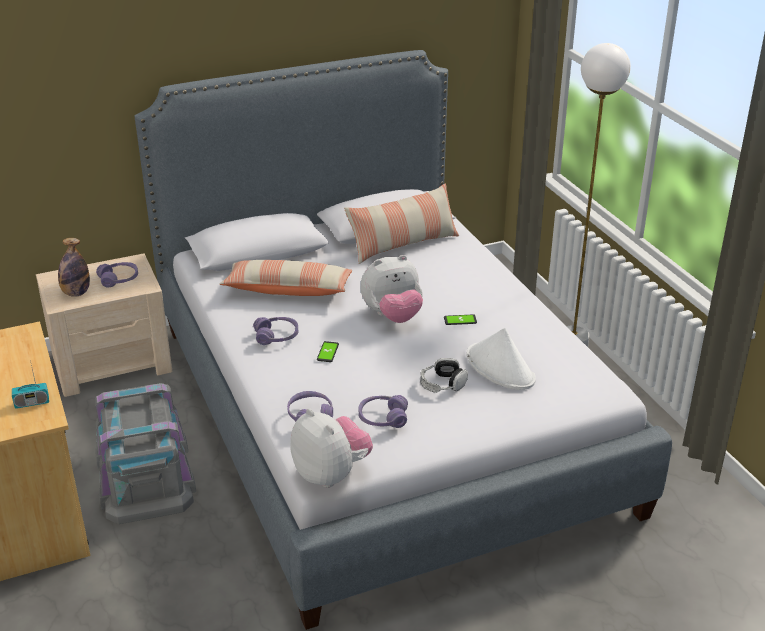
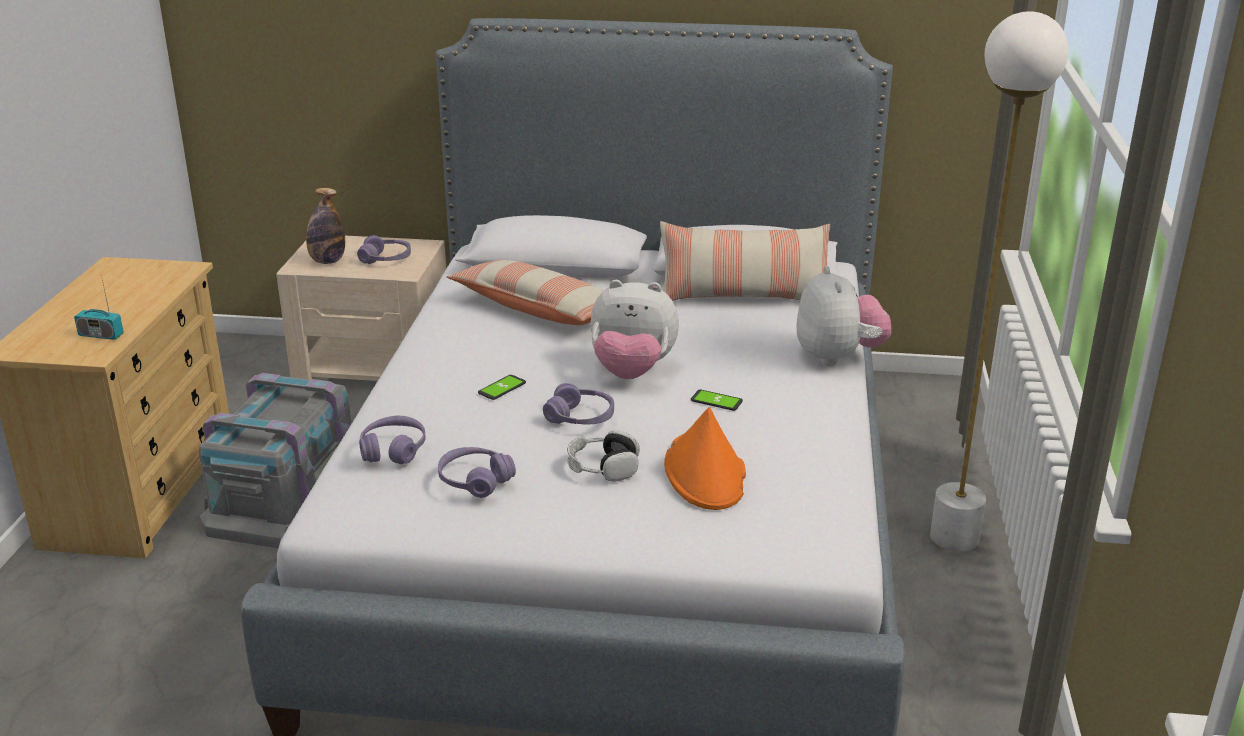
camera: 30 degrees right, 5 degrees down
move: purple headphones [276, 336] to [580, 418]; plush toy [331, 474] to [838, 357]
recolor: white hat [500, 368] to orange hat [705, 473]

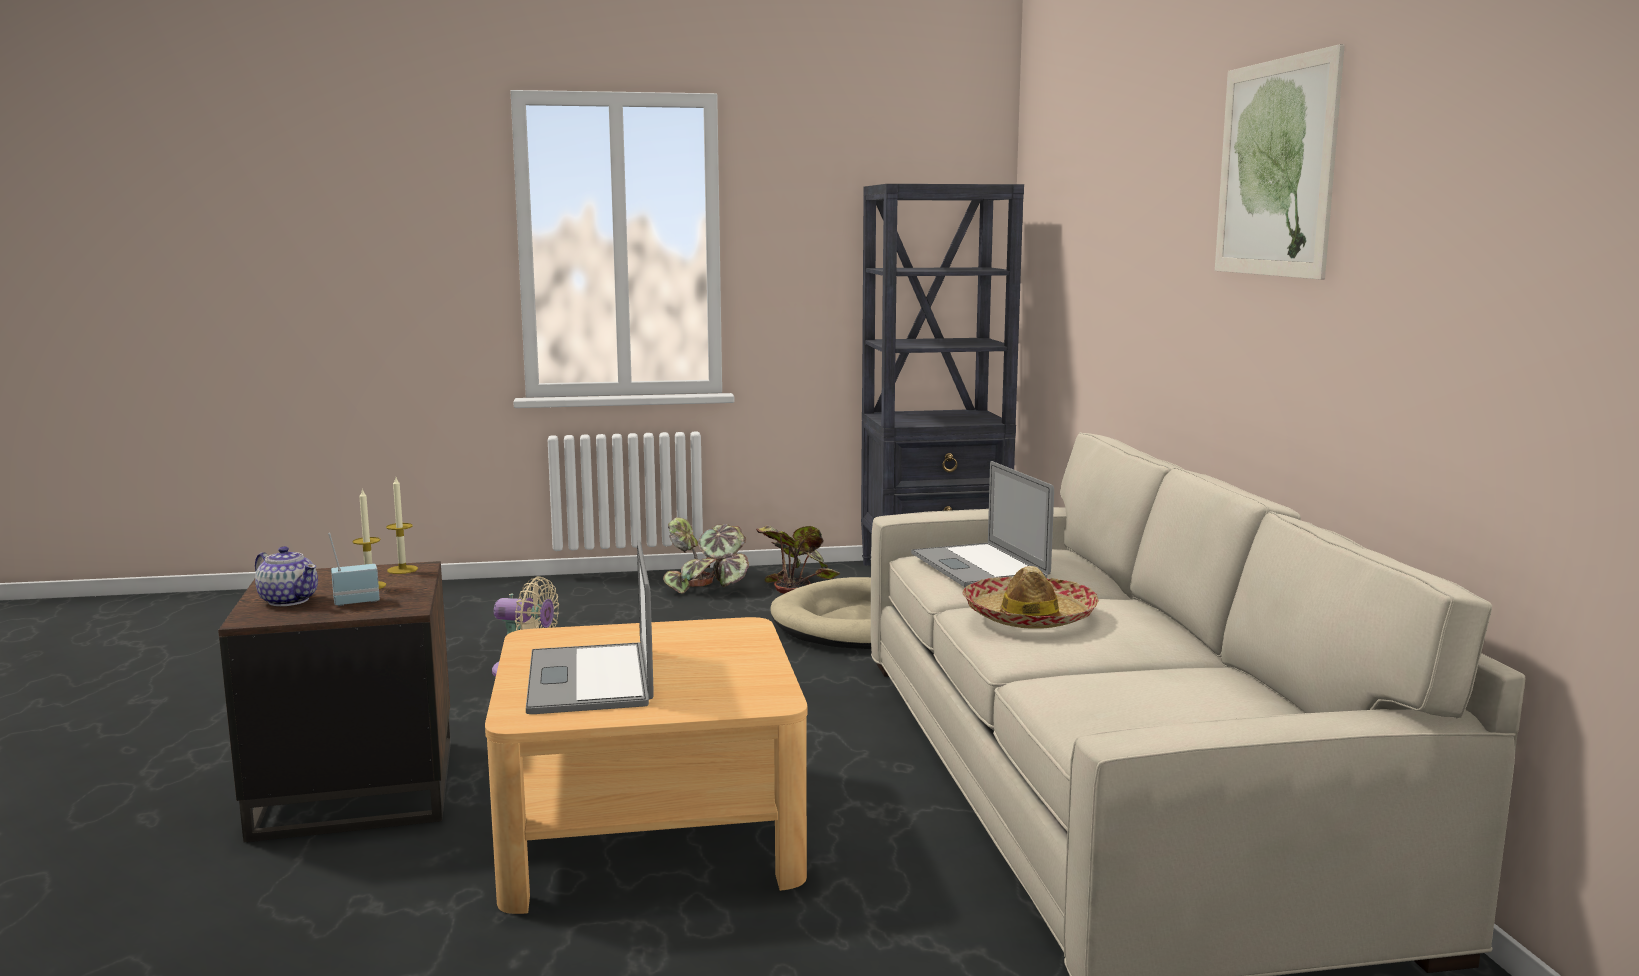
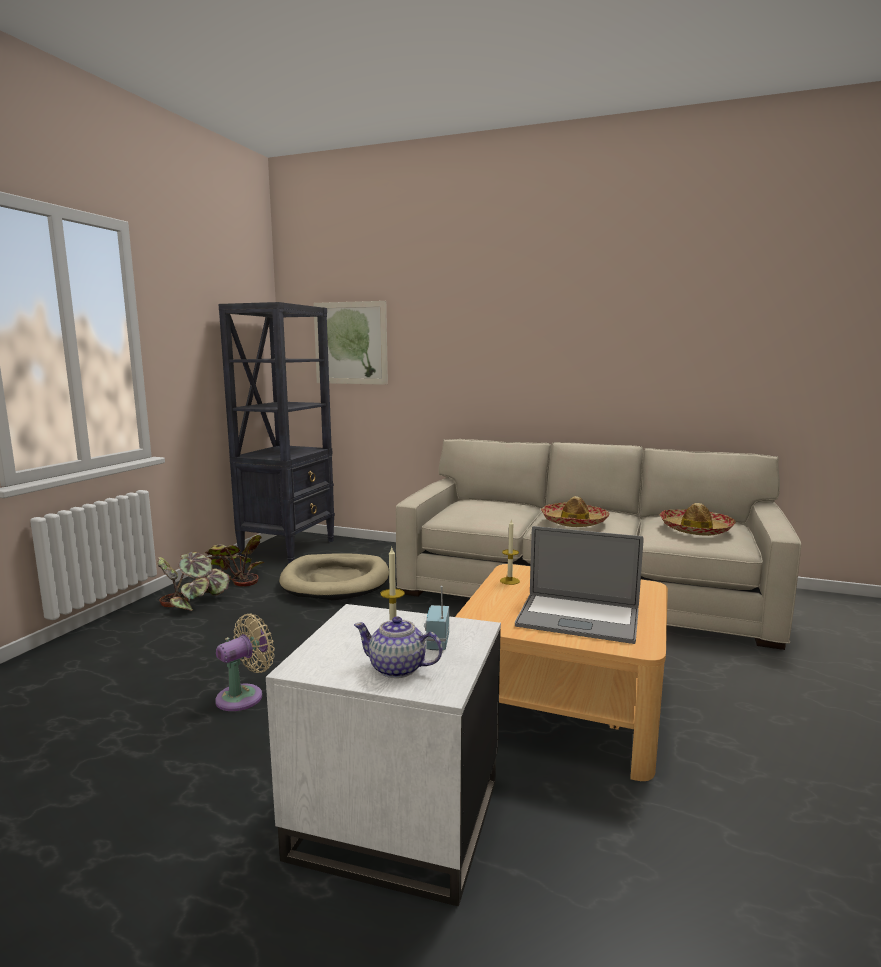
camera: 60 degrees left, 0 degrees up
delete: laptop [978, 566]
insert: hat [695, 529]
move: picture [1275, 168] to [350, 343]; candle [402, 570] to [509, 581]
recolor: brown side table [353, 788] to white side table [395, 820]
rotate: teapot [288, 600] = [398, 669] 135 degrees counterclockwise

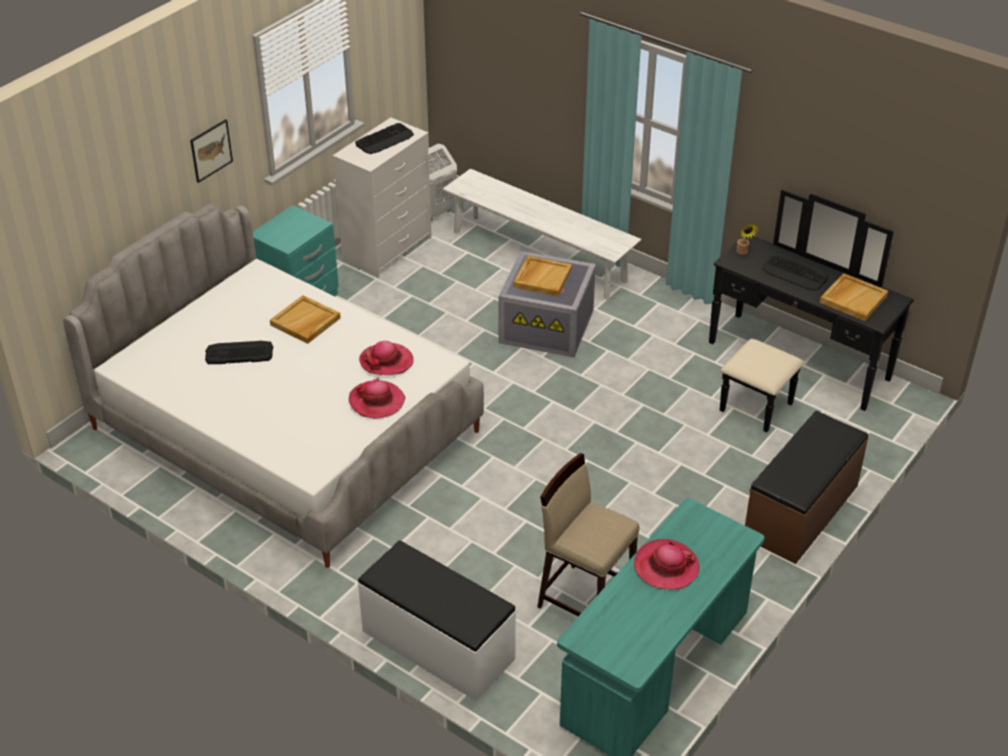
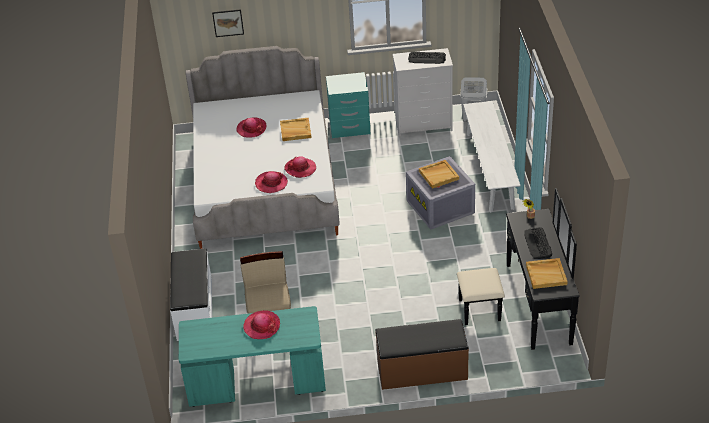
camera: 50 degrees right, 0 degrees up
move: picture [211, 150] to [228, 23]
replace: keyboard [239, 353] to hat [251, 129]

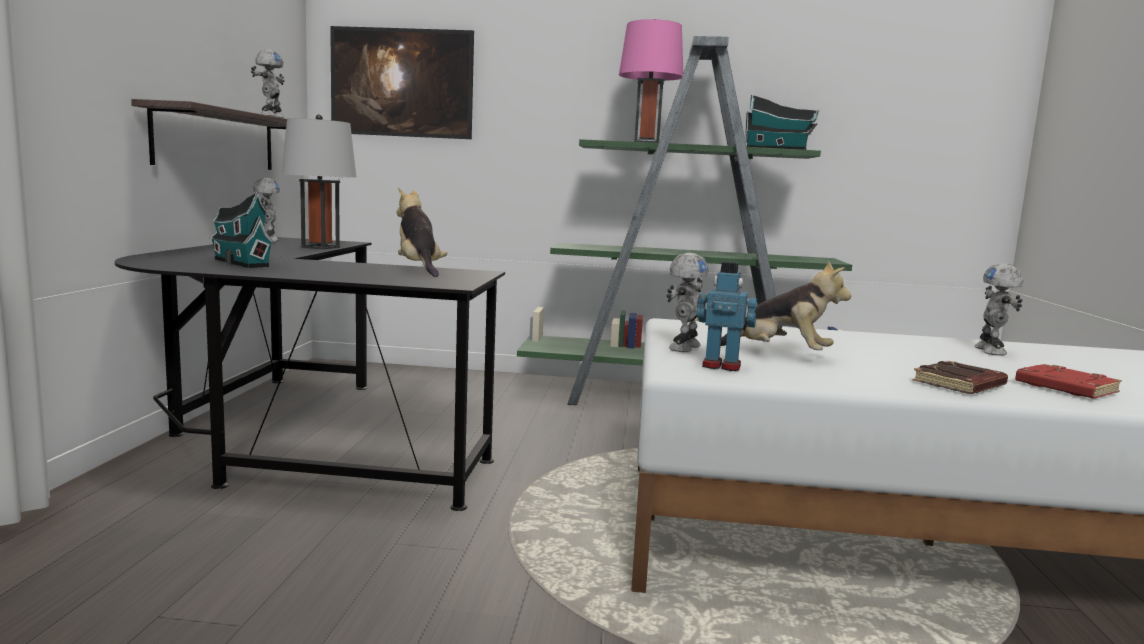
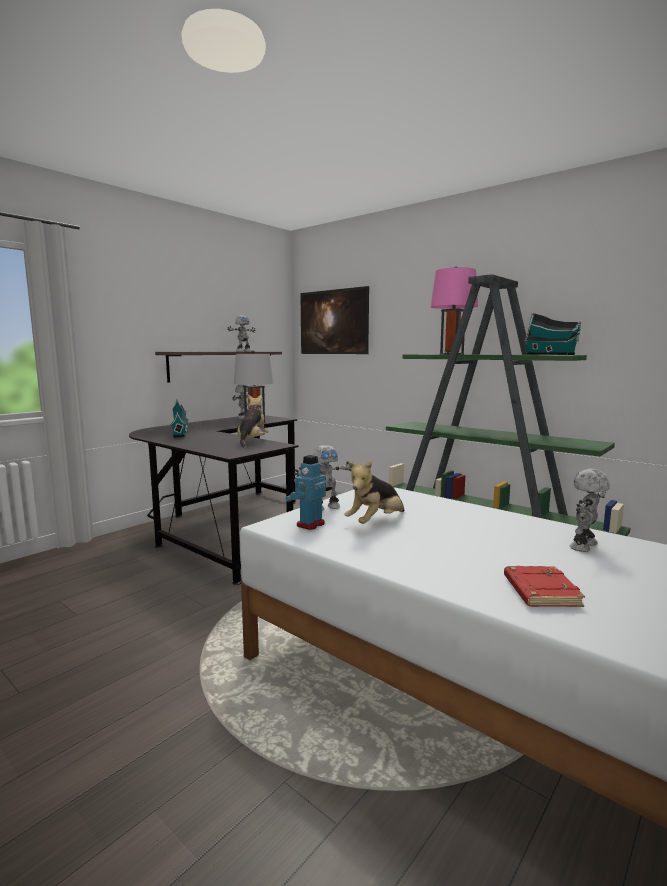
camera: 35 degrees right, 0 degrees up
delete: brown book [960, 385]
rotate: toy robot [721, 365] = [310, 524] 105 degrees counterclockwise; plush toy [780, 355] = [375, 522] 75 degrees clockwise

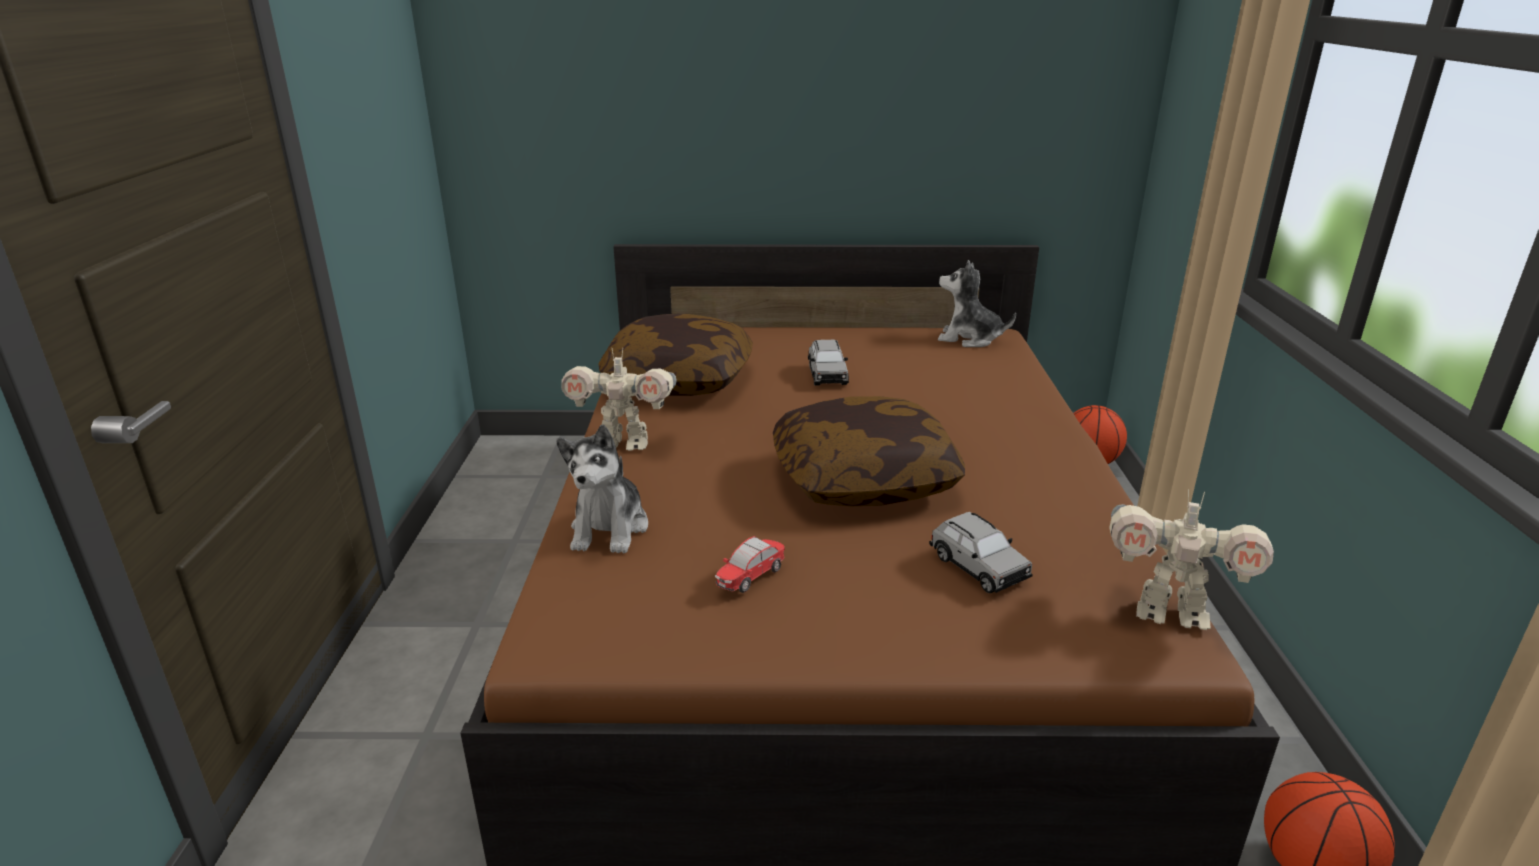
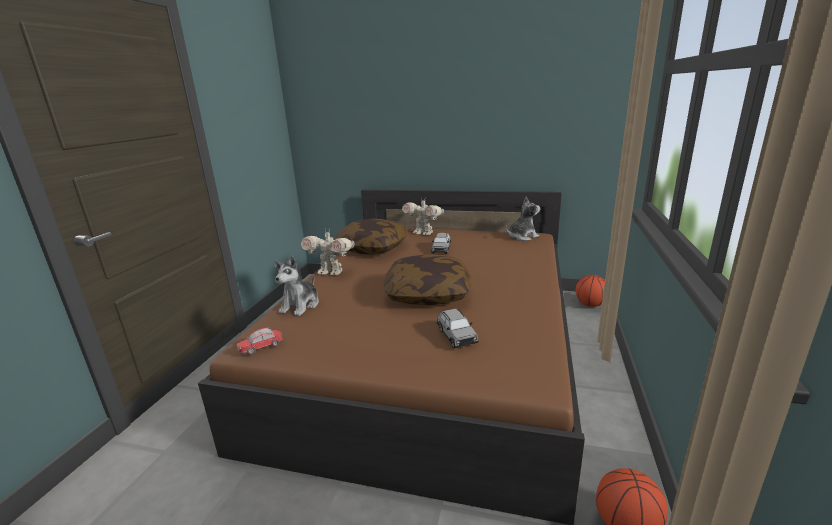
camera: 15 degrees right, 5 degrees down
move: toy car [751, 577] to [262, 348]; toy robot [1170, 612] to [423, 233]
rotate: plush toy [969, 339] = [522, 237] 120 degrees clockwise

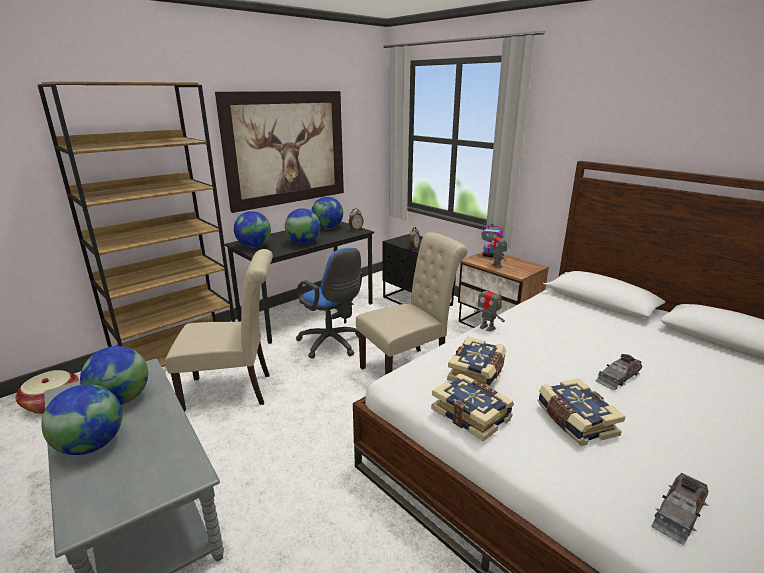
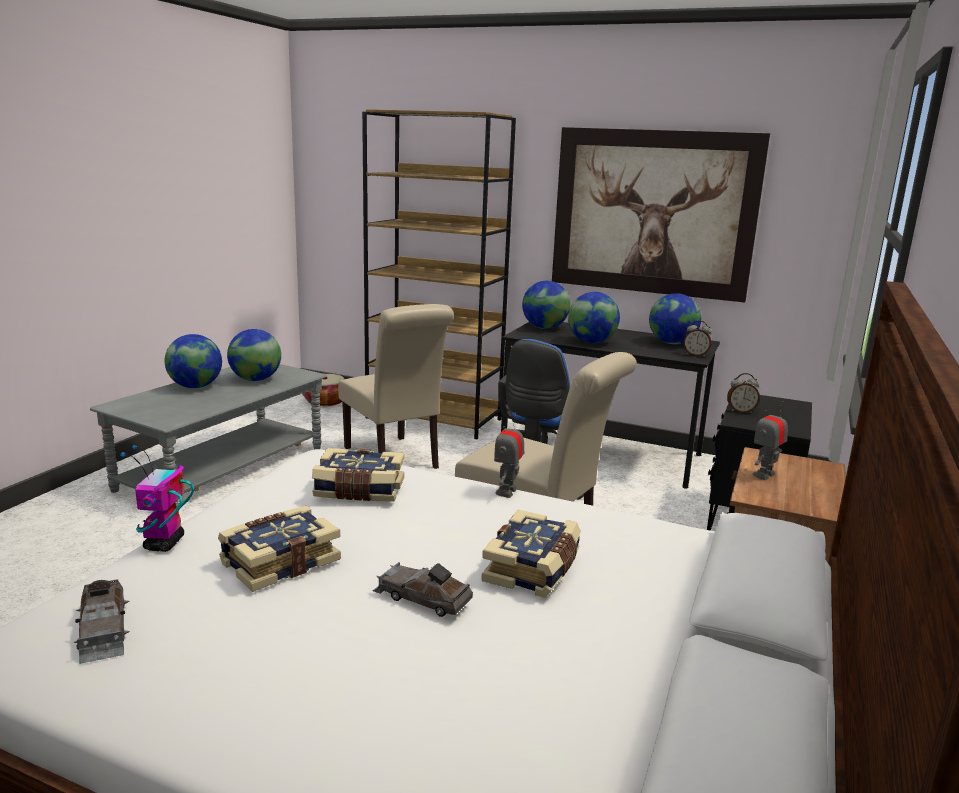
camera: 65 degrees right, 5 degrees down
move: toy robot [489, 256] to [164, 544]; book [471, 414] to [534, 569]
rotate: grey toy car [679, 512] = [103, 629] 135 degrees counterclockwise

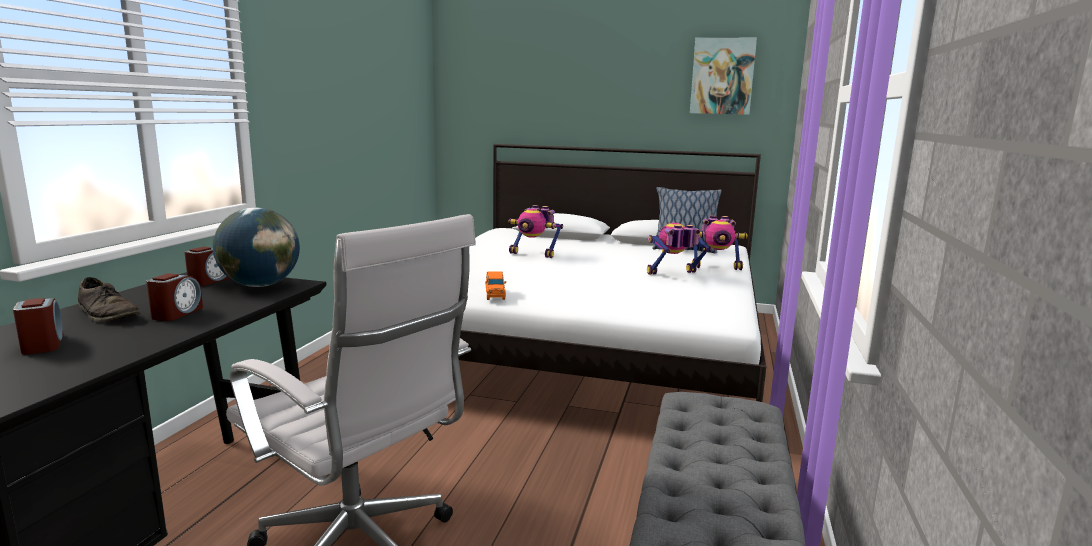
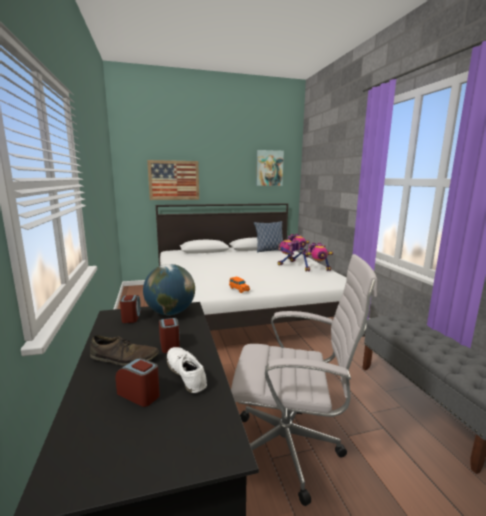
camera: 30 degrees left, 0 degrees up
insert: picture [174, 180]; white shoe [186, 373]
move: toy robot [534, 254] to [316, 270]

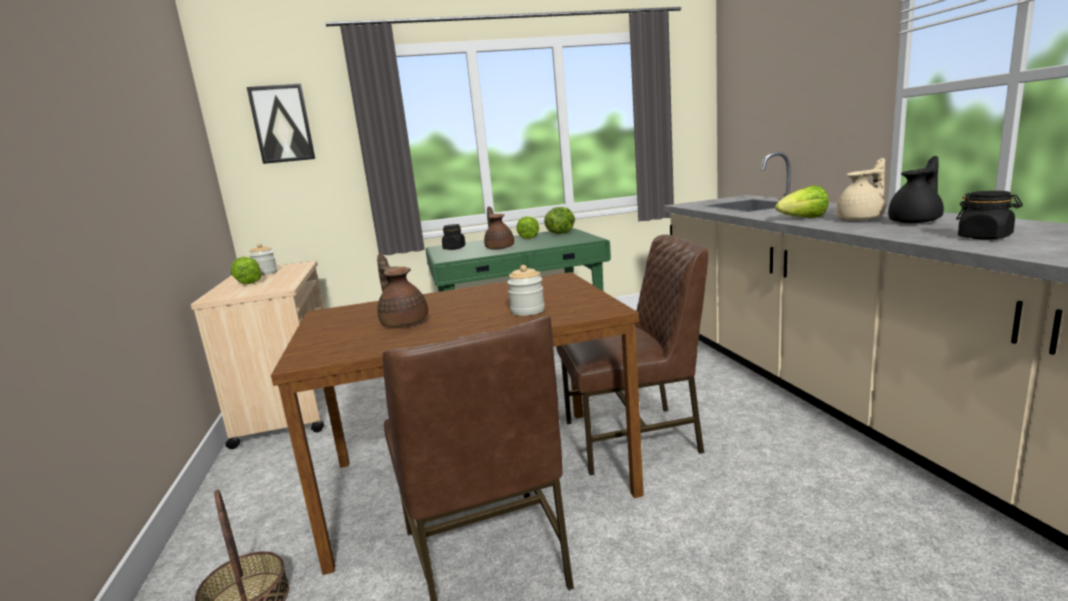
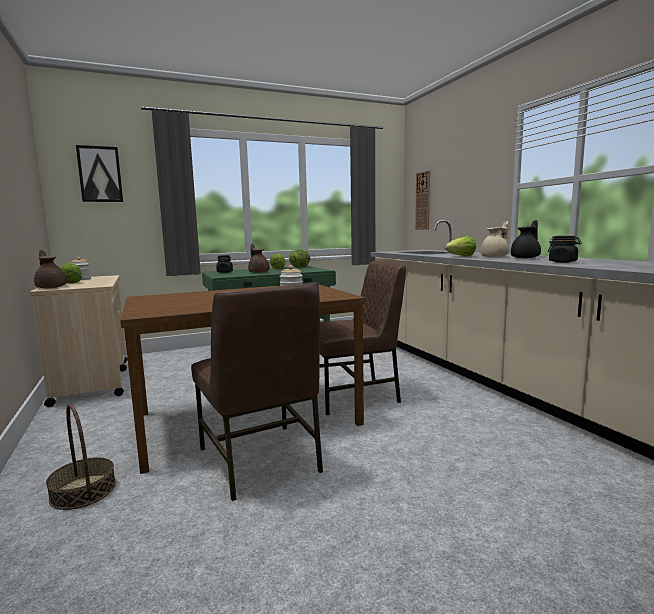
camera: 10 degrees left, 5 degrees down
insert: wall clock [423, 201]
move: brown teapot [404, 322] to [51, 287]

